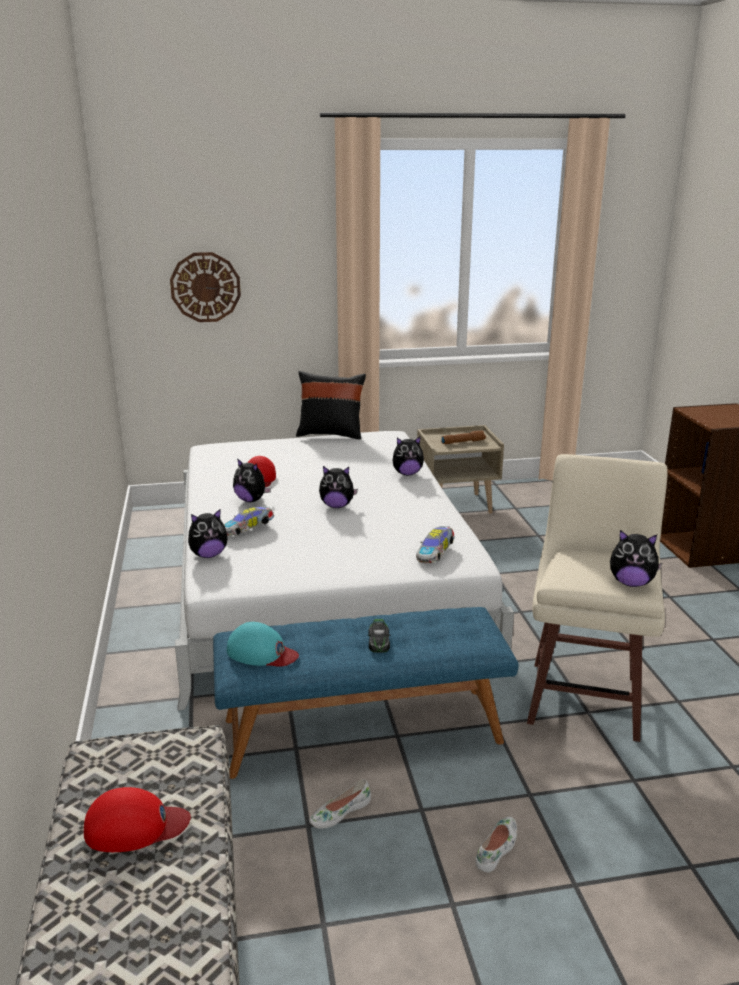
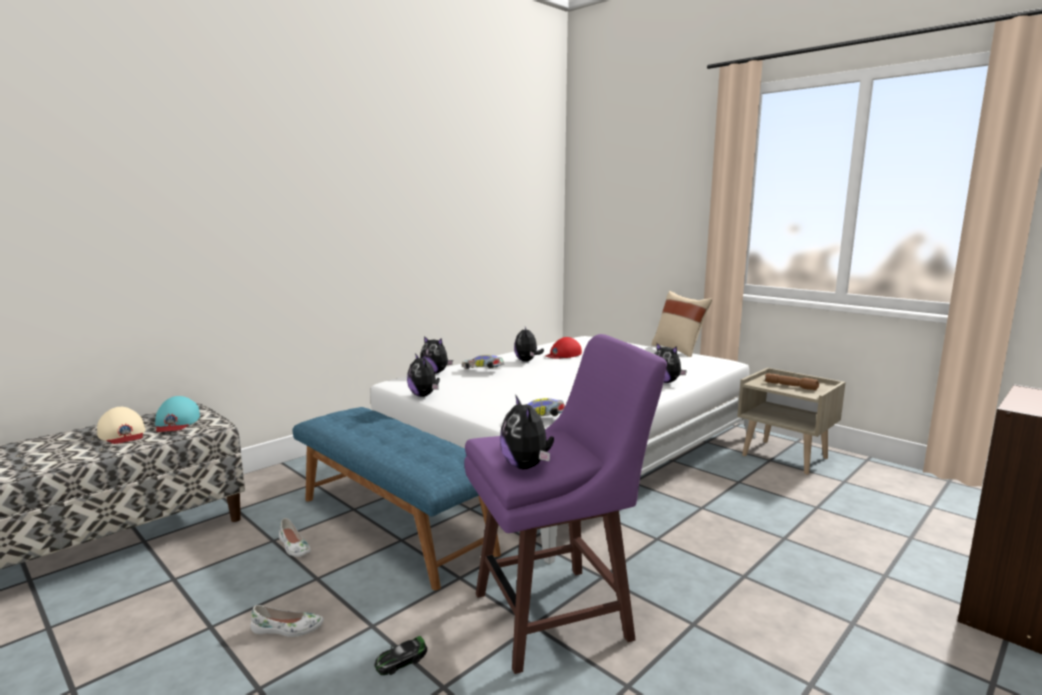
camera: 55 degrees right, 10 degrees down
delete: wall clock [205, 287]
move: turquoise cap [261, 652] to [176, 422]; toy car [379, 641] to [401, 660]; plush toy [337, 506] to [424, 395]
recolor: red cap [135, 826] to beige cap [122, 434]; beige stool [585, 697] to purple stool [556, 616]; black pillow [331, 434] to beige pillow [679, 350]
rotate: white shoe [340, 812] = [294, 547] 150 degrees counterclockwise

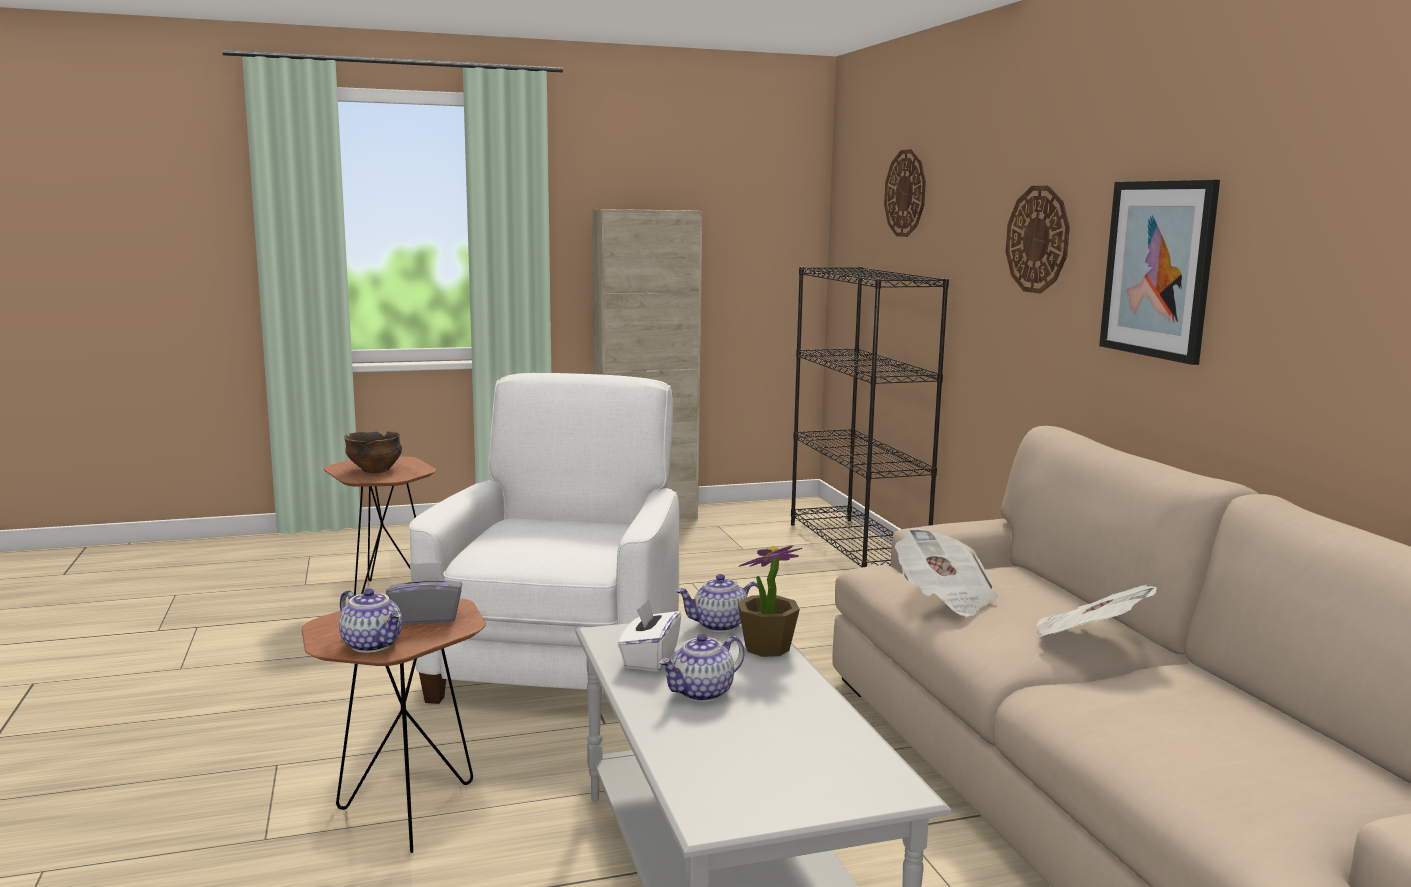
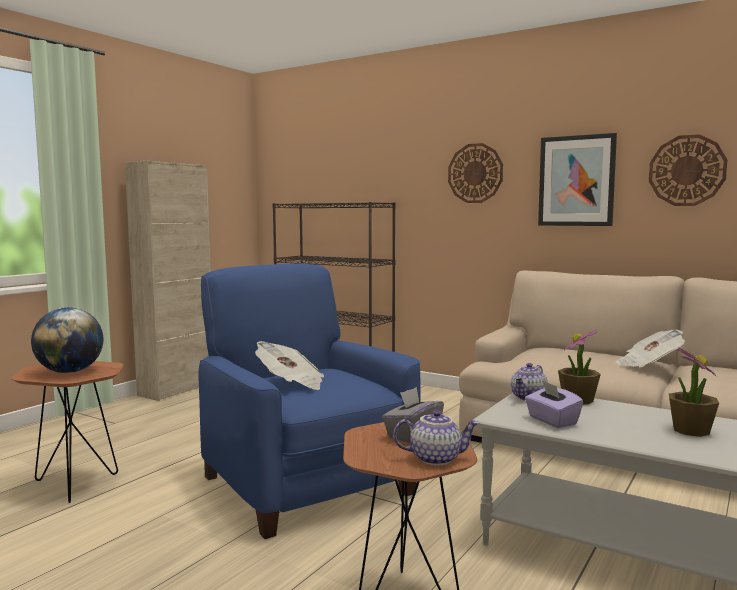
camera: 40 degrees left, 5 degrees down
delete: teapot [702, 693]
insert: potted plant [690, 430]
move: newspaper [944, 598] to [291, 384]; wall clock [905, 193] to [687, 170]
replace: bowl [375, 470] to globe [70, 372]
recolor: white armchair [560, 665] to blue armchair [305, 484]; white tissue box [649, 659] to purple tissue box [552, 421]

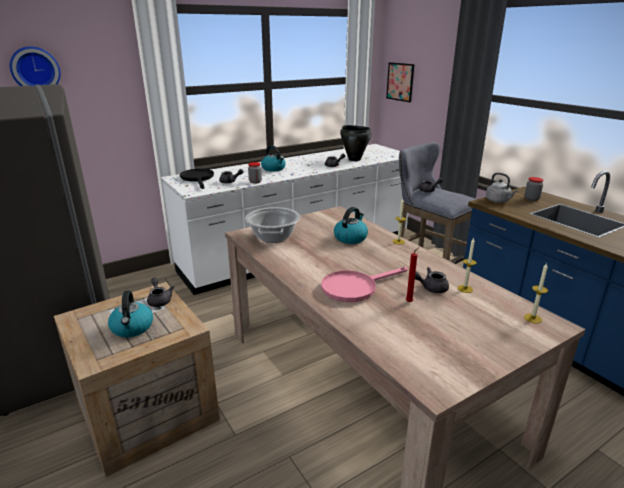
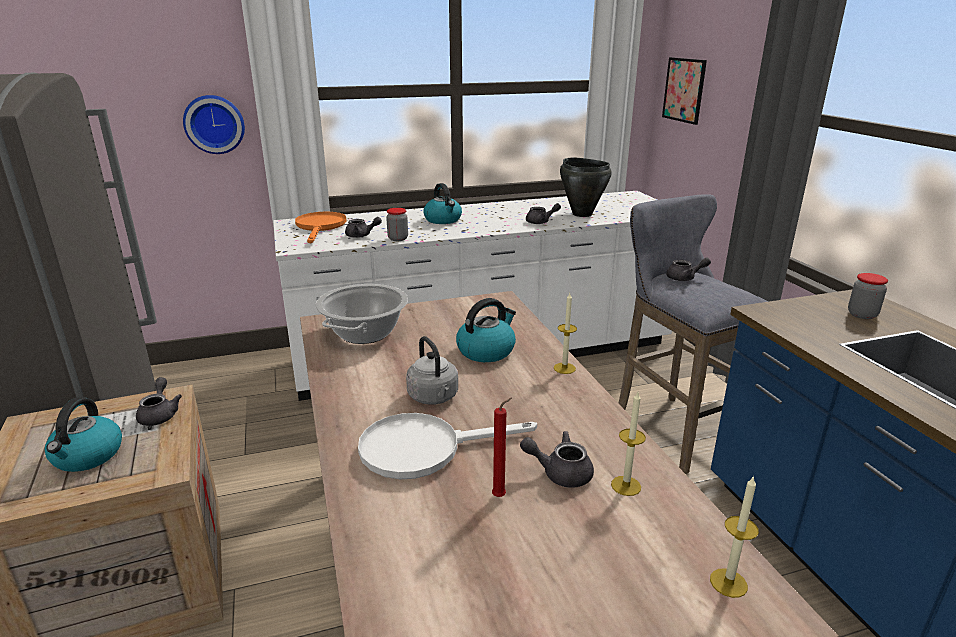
camera: 15 degrees right, 0 degrees up
move: wall clock [35, 69] to [214, 124]; grey kettle [498, 201] to [434, 397]
recolor: black frying pan [198, 179] to orange frying pan [320, 227]; pink frying pan [355, 287] to white frying pan [424, 448]

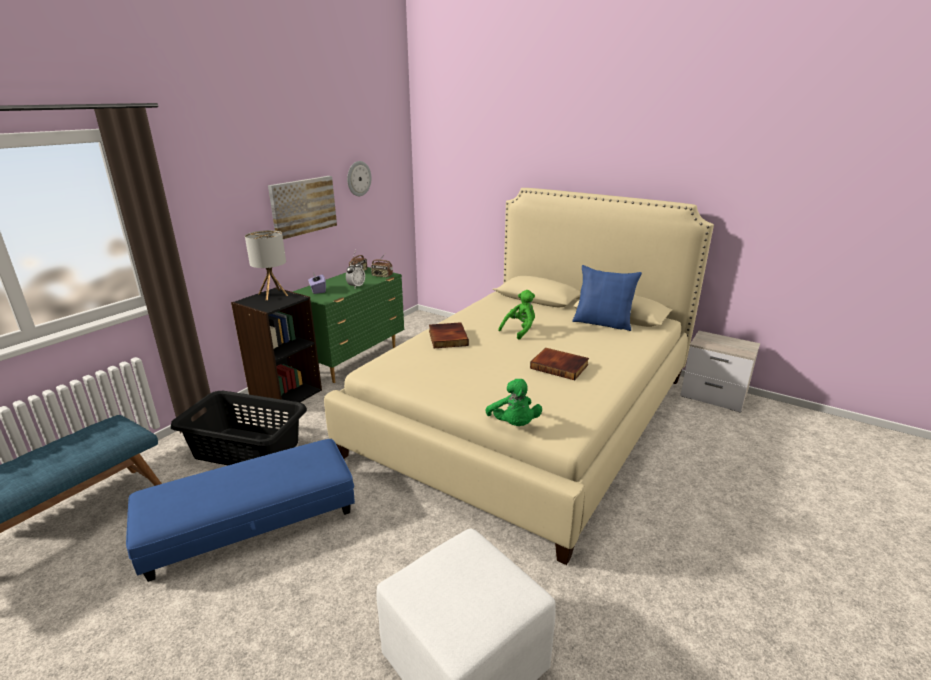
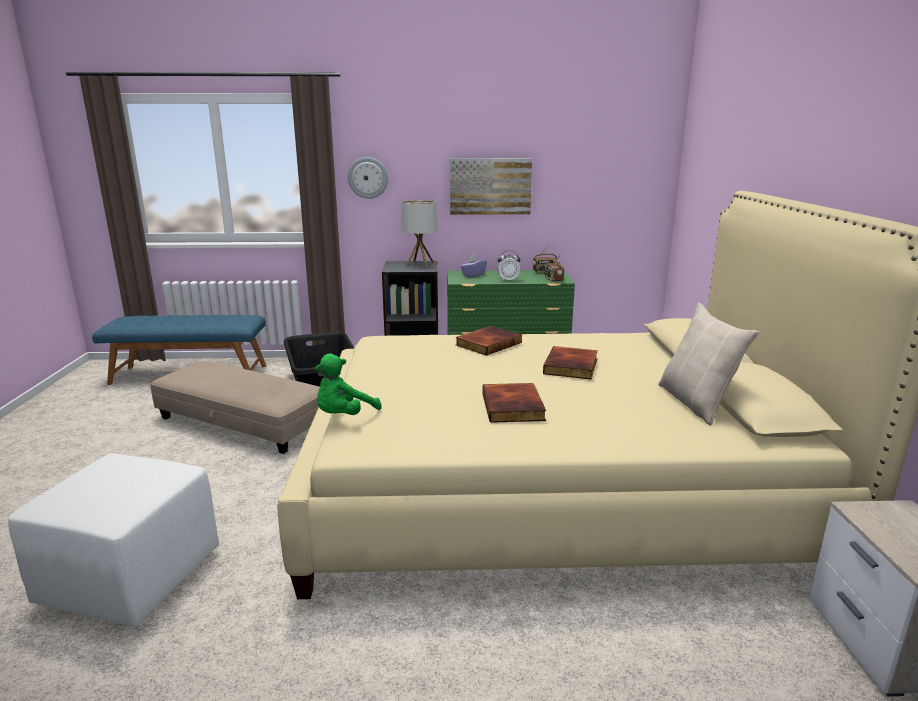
camera: 55 degrees right, 5 degrees down
move: wall clock [358, 178] to [368, 178]
replace: green plush toy [520, 330] to book [572, 366]
recolor: blue ottoman [251, 521] to beige ottoman [243, 422]; blue pillow [603, 323] to beige pillow [697, 403]

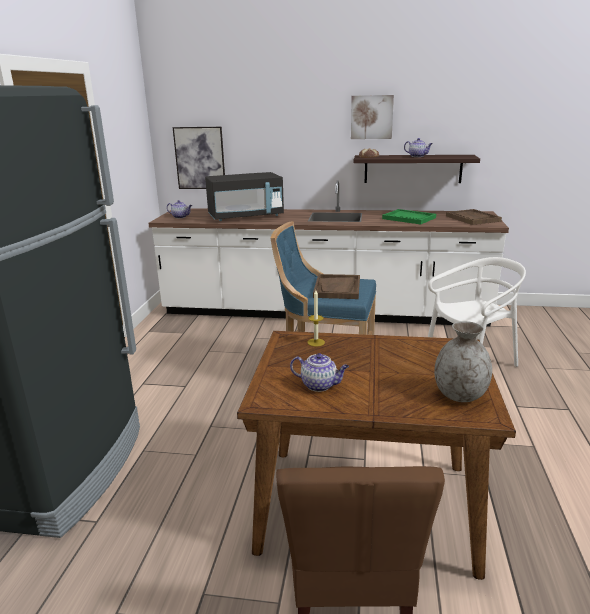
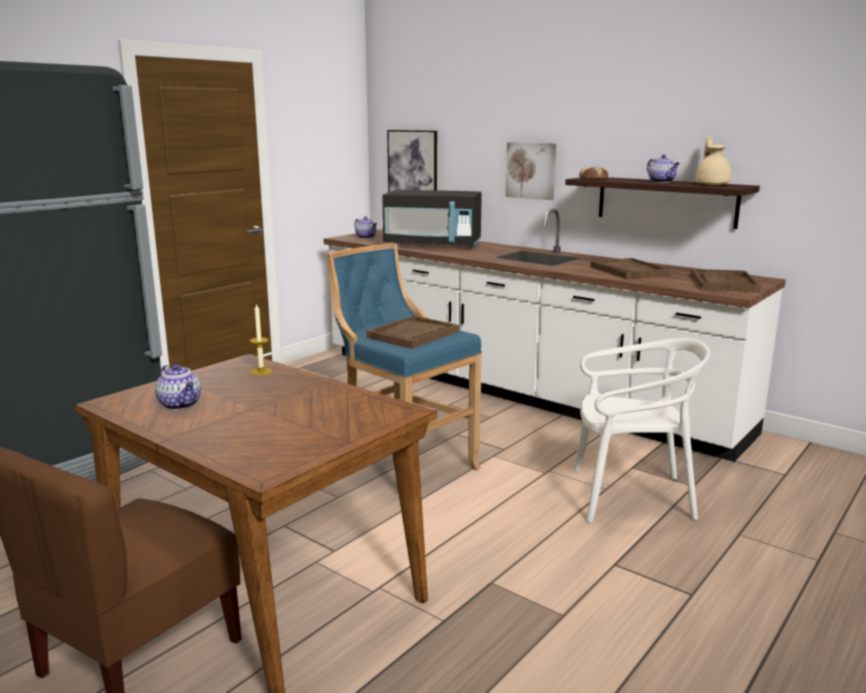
camera: 30 degrees right, 5 degrees down
delete: grey vase [459, 395]
insert: beige teapot [712, 184]
move: picture [371, 117] to [531, 170]
recolor: green tray [409, 218] to brown tray [629, 271]

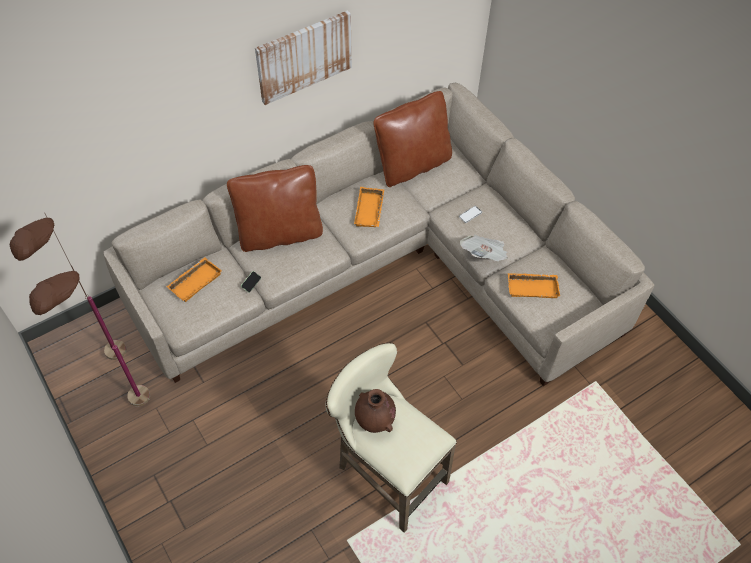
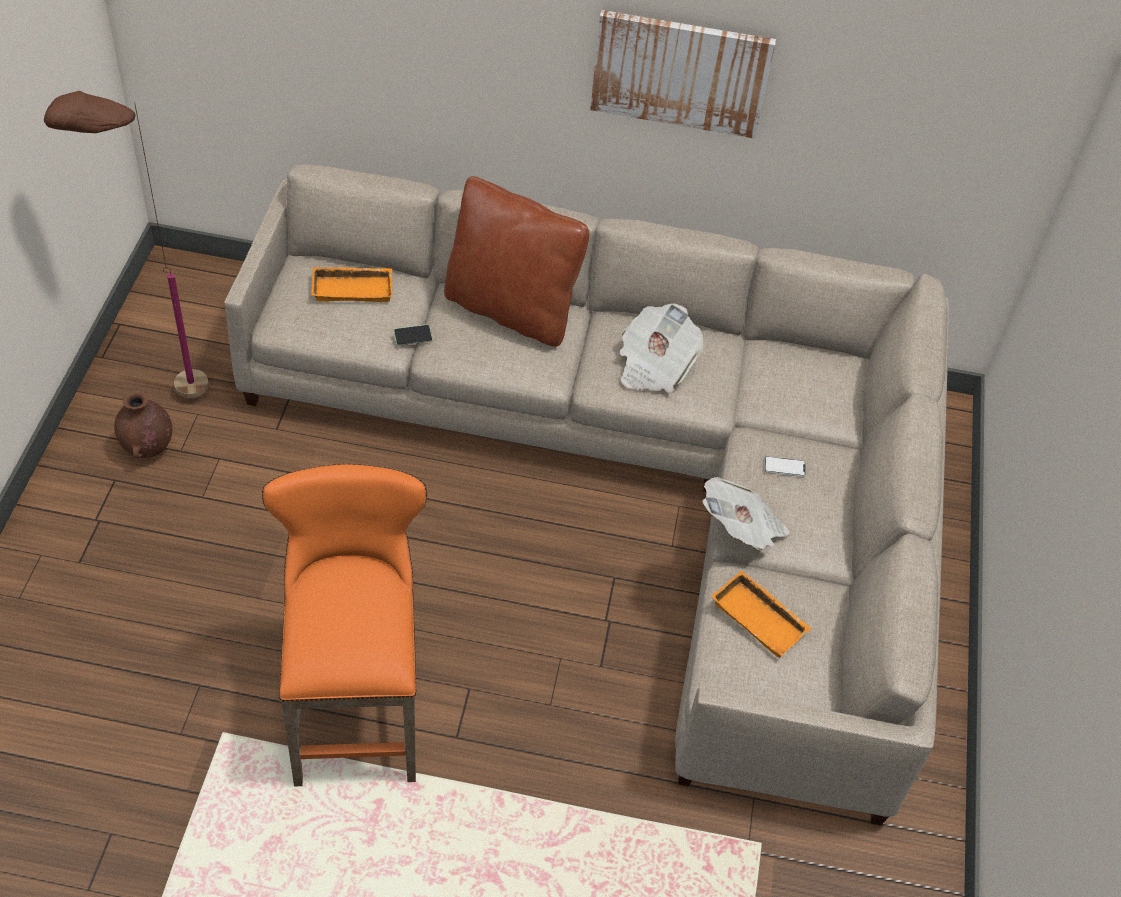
camera: 40 degrees right, 5 degrees down
delete: brown floor lamp [110, 369]; brown pillow [412, 165]
move: brown vase [375, 421] to [148, 449]
replace: orange tray [370, 211] to newspaper [654, 365]
recolor: beige stool [387, 472] to orange stool [356, 703]

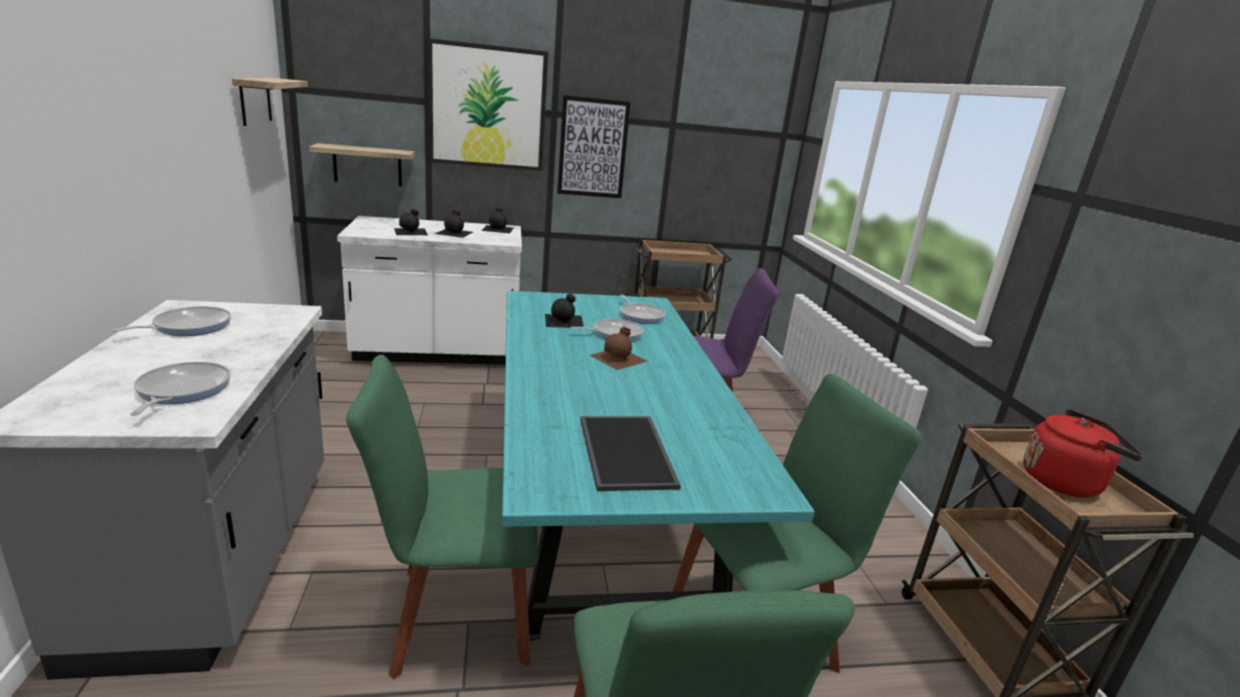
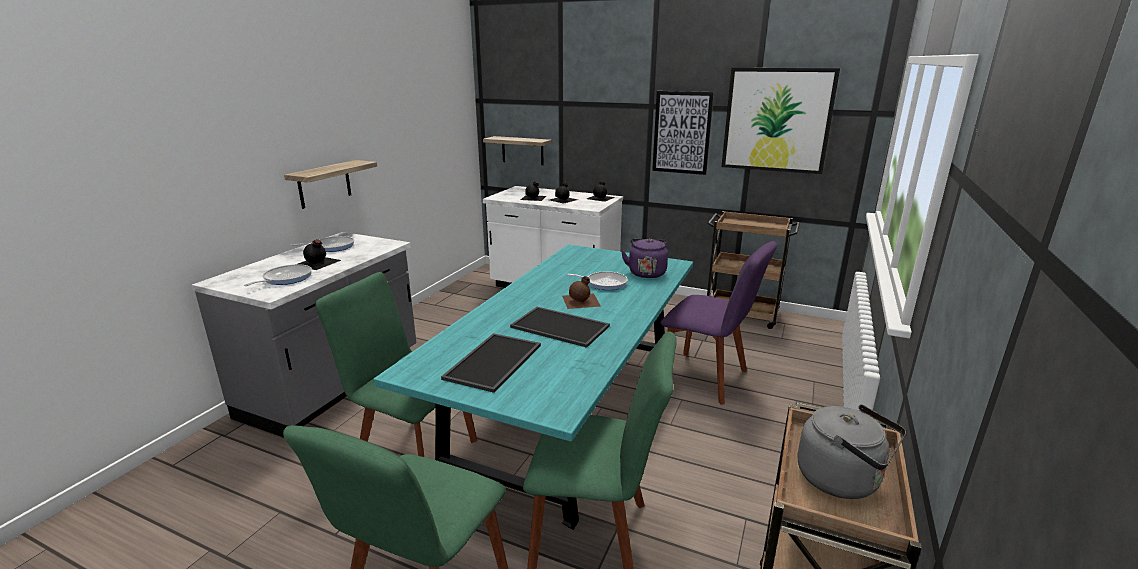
camera: 35 degrees right, 0 degrees up
insert: tray [561, 326]
move: shelf [255, 100] to [324, 184]; black bottle [564, 321] to [317, 263]; picture [487, 107] to [777, 120]
replace: frying pan [640, 315] to purple kettle [646, 272]
recolor: red kettle [1065, 482] to grey kettle [842, 480]

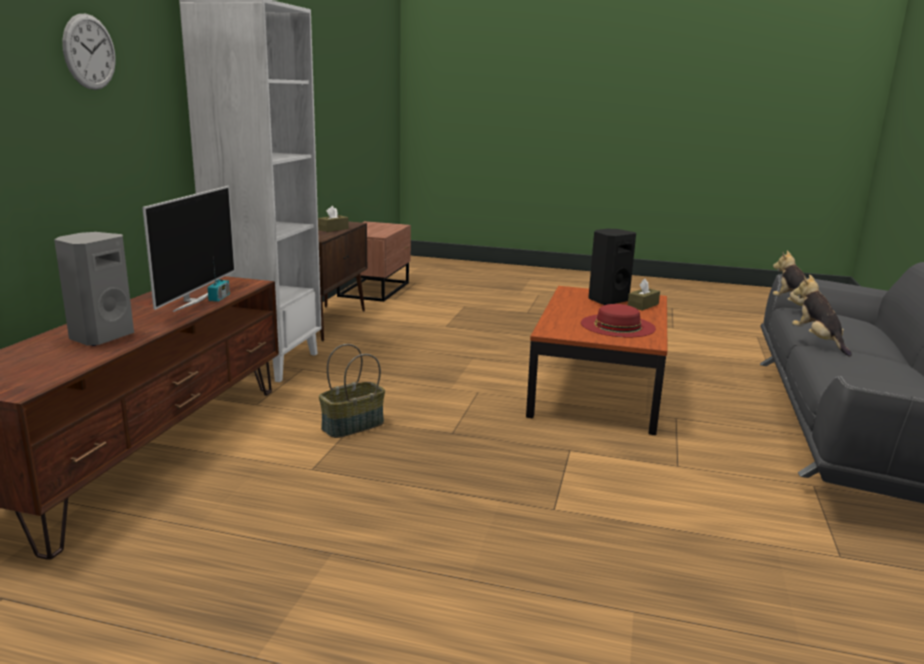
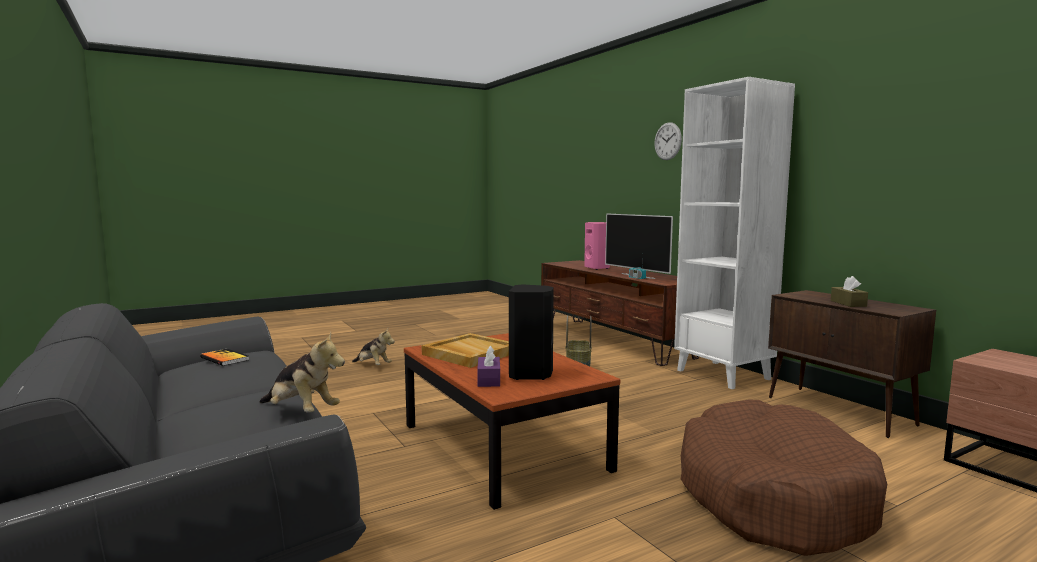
camera: 135 degrees right, 10 degrees down
insert: book [224, 359]; brown dog bed [771, 496]
move: plush toy [817, 341] to [373, 366]
replace: red hat [617, 325] to beige tray [469, 353]
recolor: brown tissue box [643, 305] to purple tissue box [489, 380]; grey speaker [100, 337] to pink speaker [598, 268]

